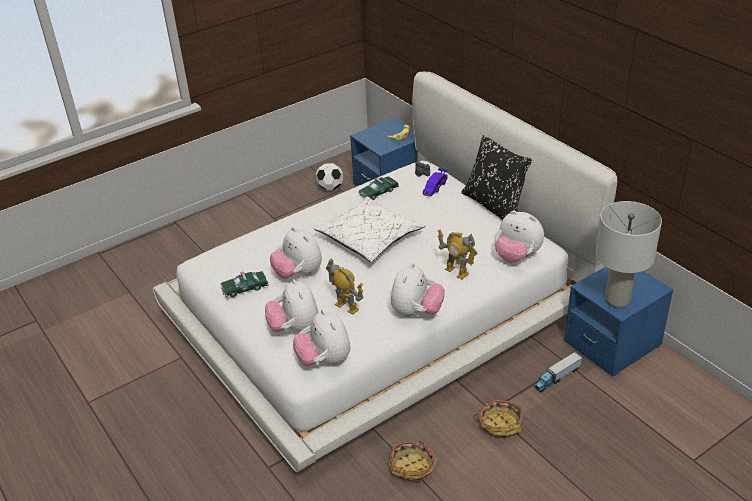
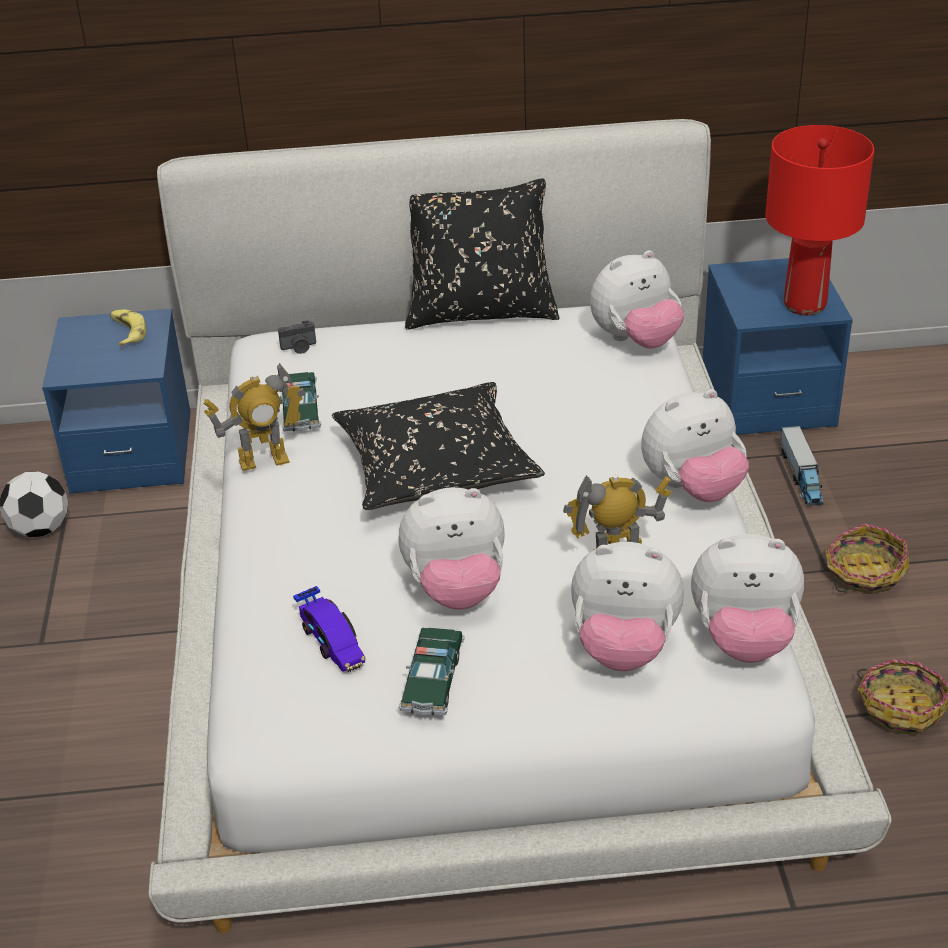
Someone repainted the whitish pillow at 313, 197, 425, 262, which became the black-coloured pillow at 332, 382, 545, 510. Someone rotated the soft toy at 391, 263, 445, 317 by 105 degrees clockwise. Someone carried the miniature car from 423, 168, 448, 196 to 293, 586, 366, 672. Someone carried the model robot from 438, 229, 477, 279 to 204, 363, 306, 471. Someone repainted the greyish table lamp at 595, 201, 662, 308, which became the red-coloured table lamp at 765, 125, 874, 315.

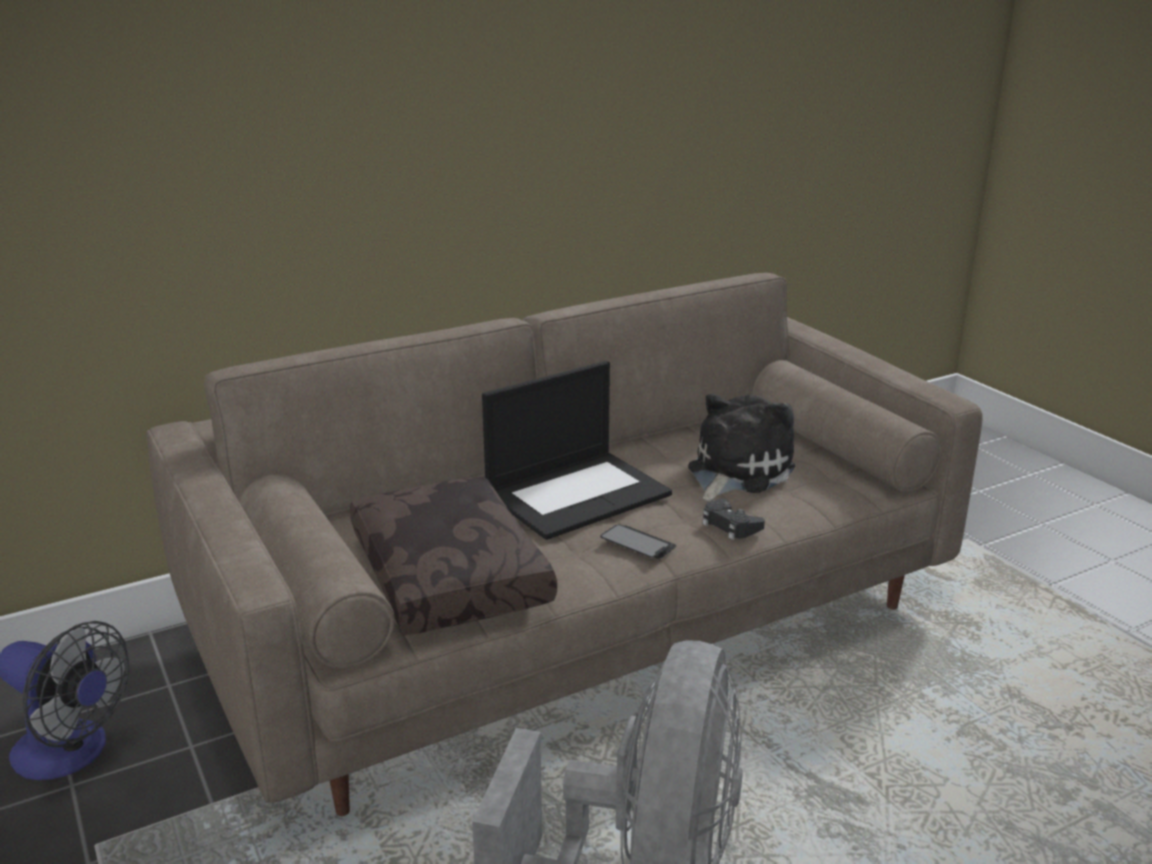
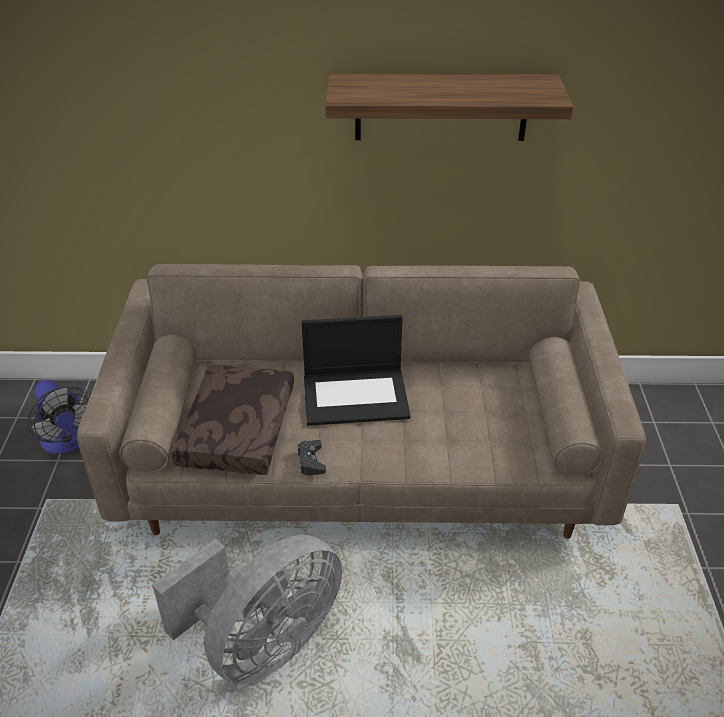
Someone took away the handset at 600, 524, 676, 559. Someone took away the soft toy at 688, 394, 795, 501. Someone carried the black-coloured game controller from 702, 499, 765, 540 to 297, 440, 326, 475. Someone put up the wall shelf at 325, 74, 573, 141.

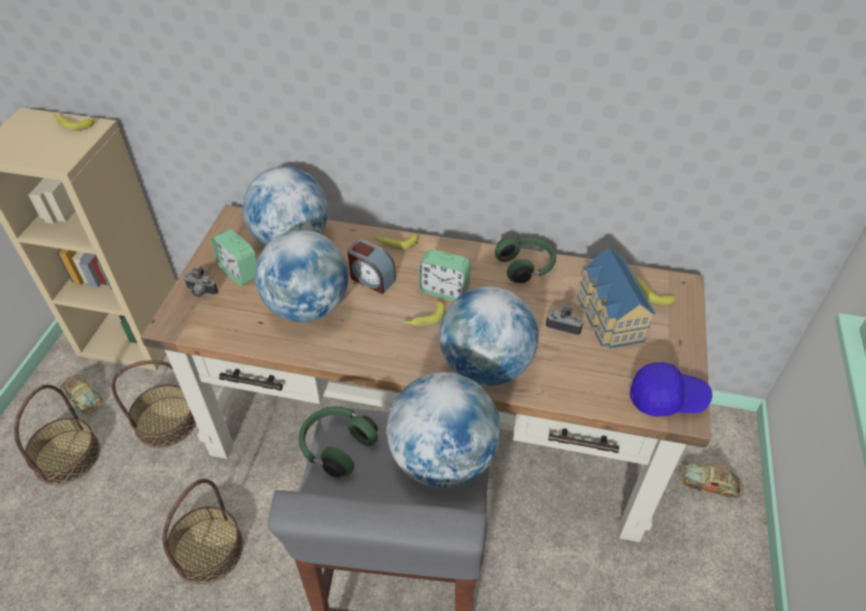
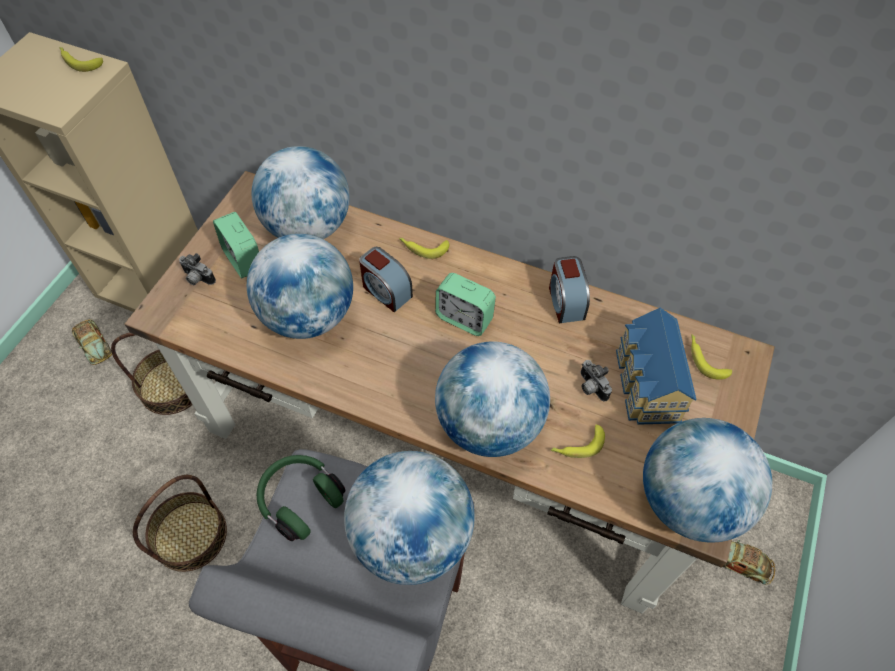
Someone took away the household basket at 14, 385, 100, 485. Someone carried the whole banana from 402, 301, 445, 326 to 551, 424, 605, 458. Someone swapped the green-coloured headset at 495, 237, 556, 283 for the alarm clock at 549, 256, 590, 323. Someone rotated the photo camera at 546, 303, 583, 335 by 150 degrees counterclockwise. Someone swapped the blue baseball cap at 630, 362, 712, 417 for the world globe at 643, 418, 772, 542.

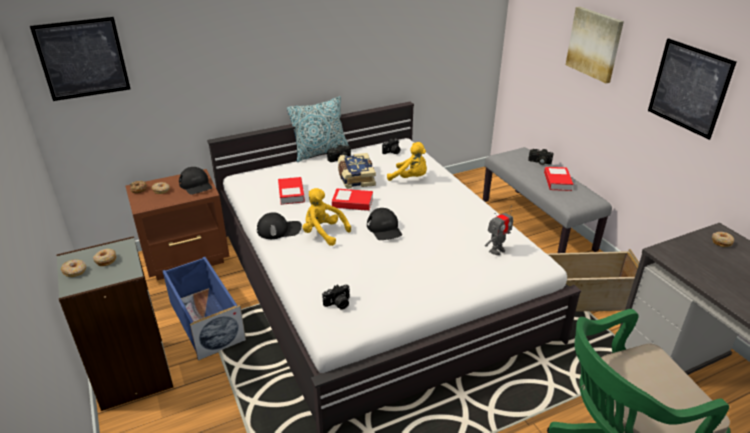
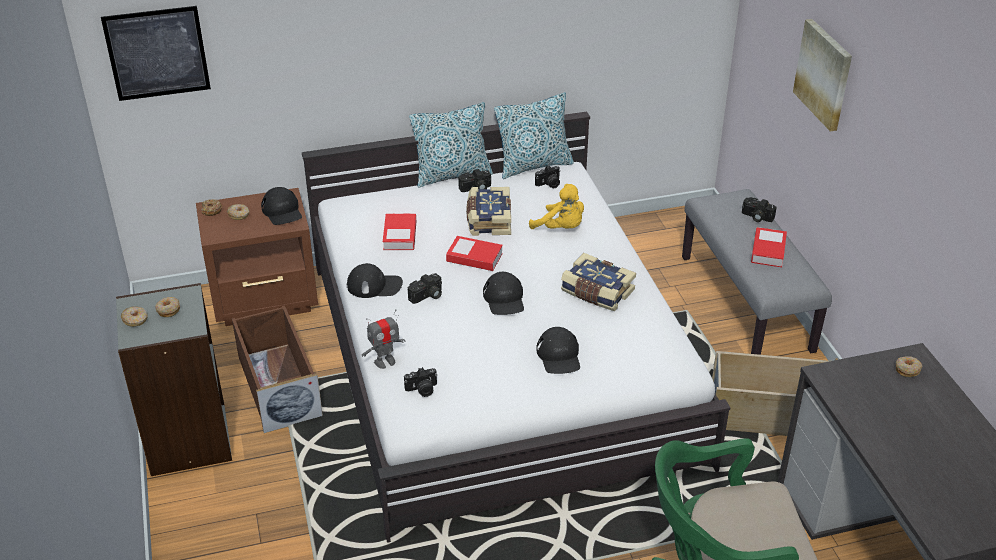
Someone repainted the blue storage bin at 163, 257, 246, 361, which became the brownish storage bin at 232, 306, 323, 433. Someone swapped the yellow soft toy at 302, 188, 351, 246 for the photo camera at 408, 273, 442, 304. Someone carried the model robot from 485, 205, 513, 255 to 362, 309, 405, 369. Someone took away the wall art at 648, 38, 736, 140. Someone put down the pillow at 494, 92, 574, 179. Someone put down the black-coloured baseball cap at 537, 327, 580, 374. Someone put down the bound book at 561, 253, 636, 311.

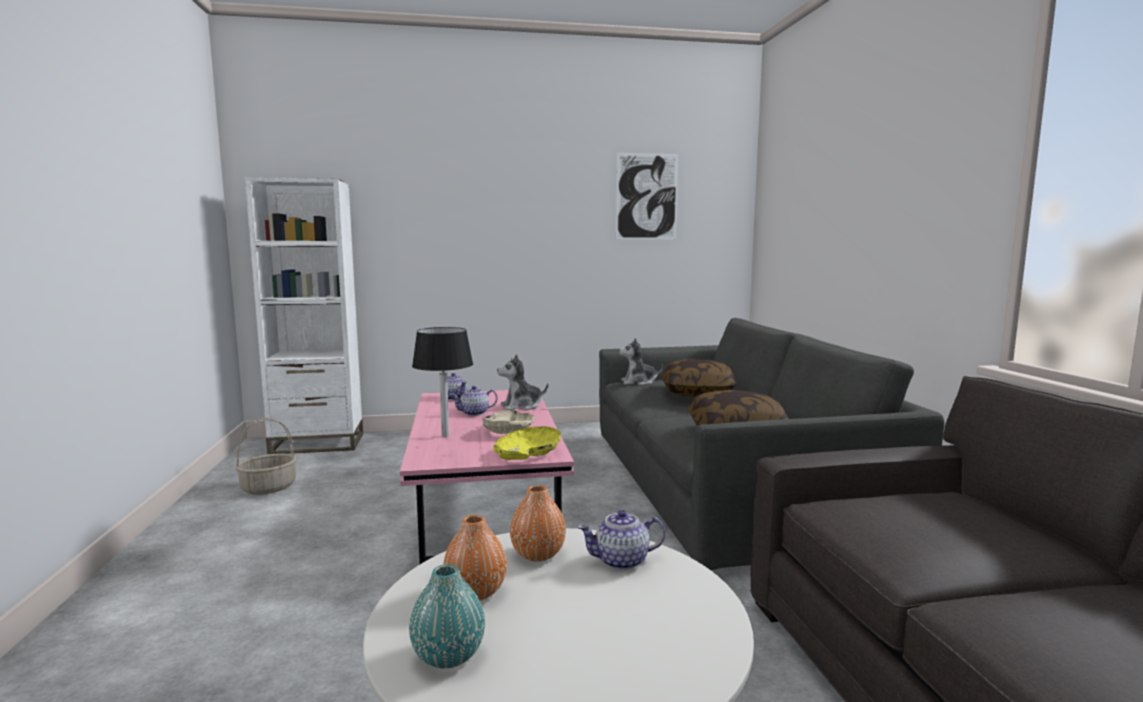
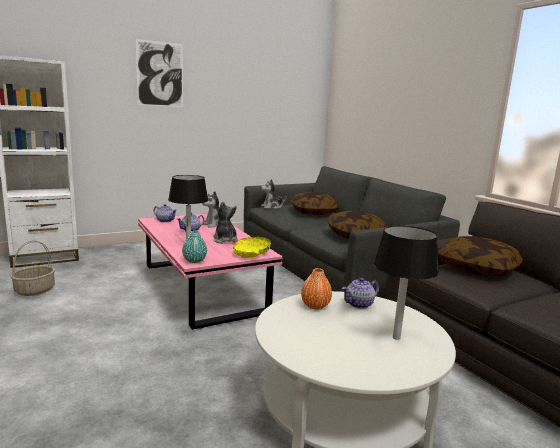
Someone carried the blue-green decorative vase from 409, 564, 485, 669 to 182, 231, 207, 263. Someone took away the orangey decorative vase at 443, 515, 507, 601. Someone swapped the beige-coloured serving bowl at 482, 410, 534, 434 for the soft toy at 213, 201, 238, 244. Someone carried the wall art from 616, 153, 678, 239 to 136, 39, 183, 107. Someone put down the black-coloured table lamp at 374, 226, 439, 340. Someone put down the pillow at 438, 236, 523, 277.

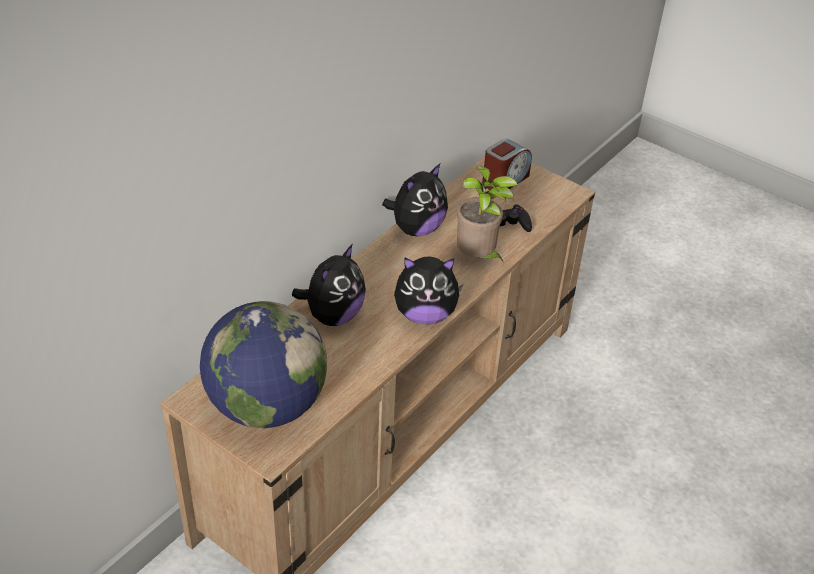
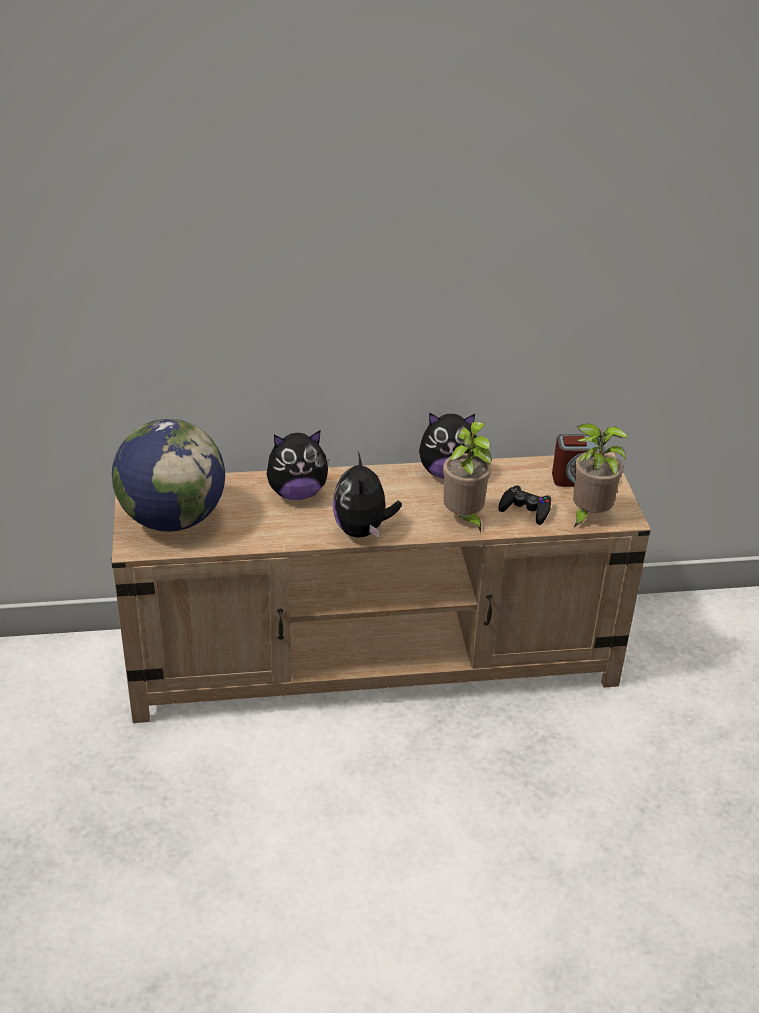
Someone rotated the soft toy at 394, 256, 463, 325 by 45 degrees clockwise. Someone put down the potted plant at 573, 424, 628, 528.

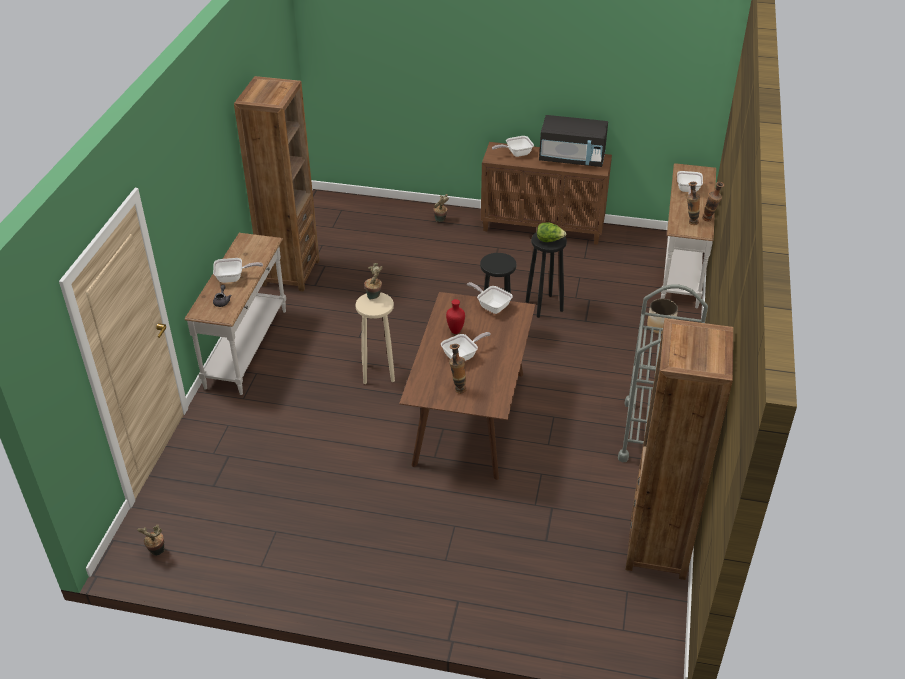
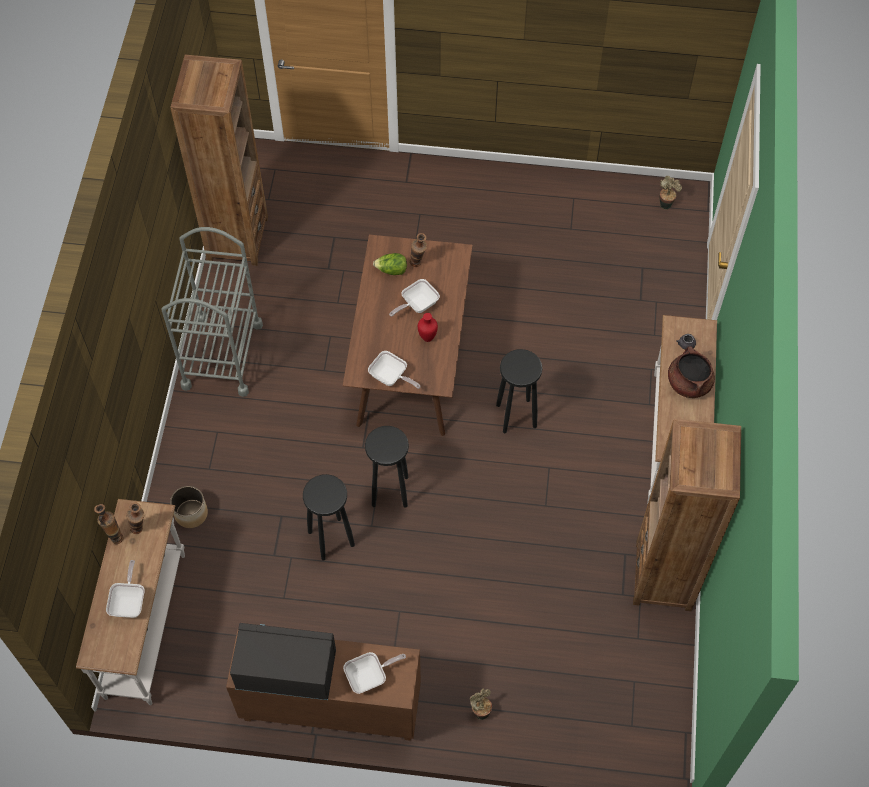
Someone swapped the pan at 213, 258, 263, 283 for the brownish saucepot at 668, 346, 715, 398. Someone repainted the beige-coloured stool at 355, 292, 395, 384, which became the black-coloured stool at 496, 349, 542, 433. Someone took away the potted plant at 364, 263, 383, 300. Someone carried the lettuce from 537, 222, 566, 242 to 373, 253, 407, 275.

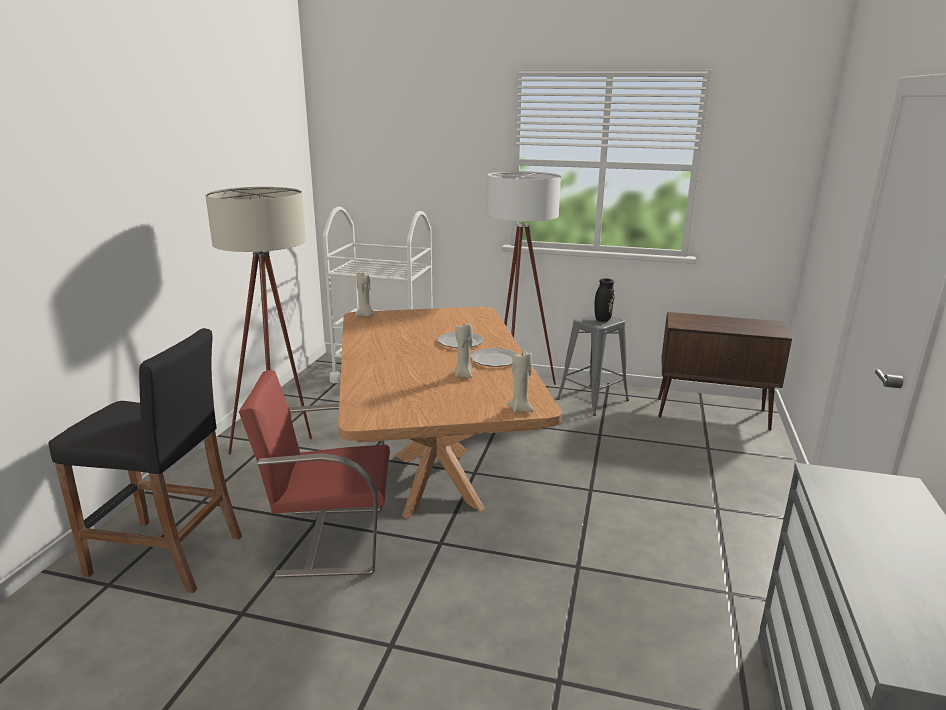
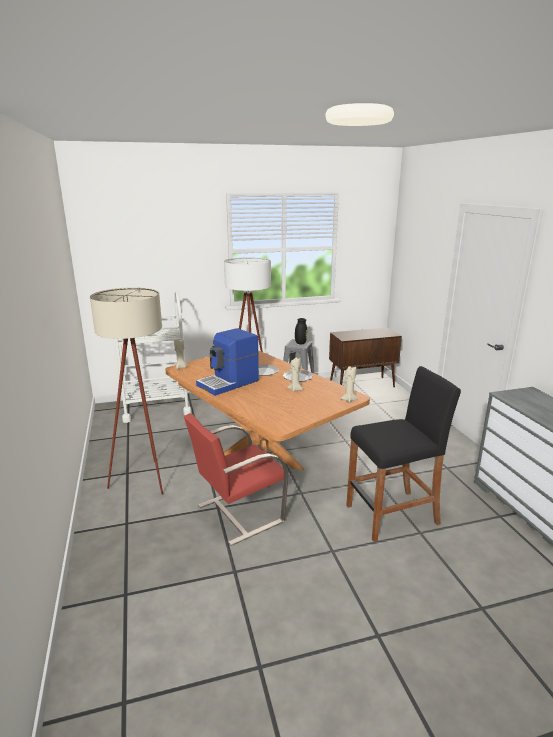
Someone carried the black-coloured stool from 48, 328, 242, 593 to 346, 366, 461, 542. Someone put down the coffee machine at 196, 328, 259, 396.

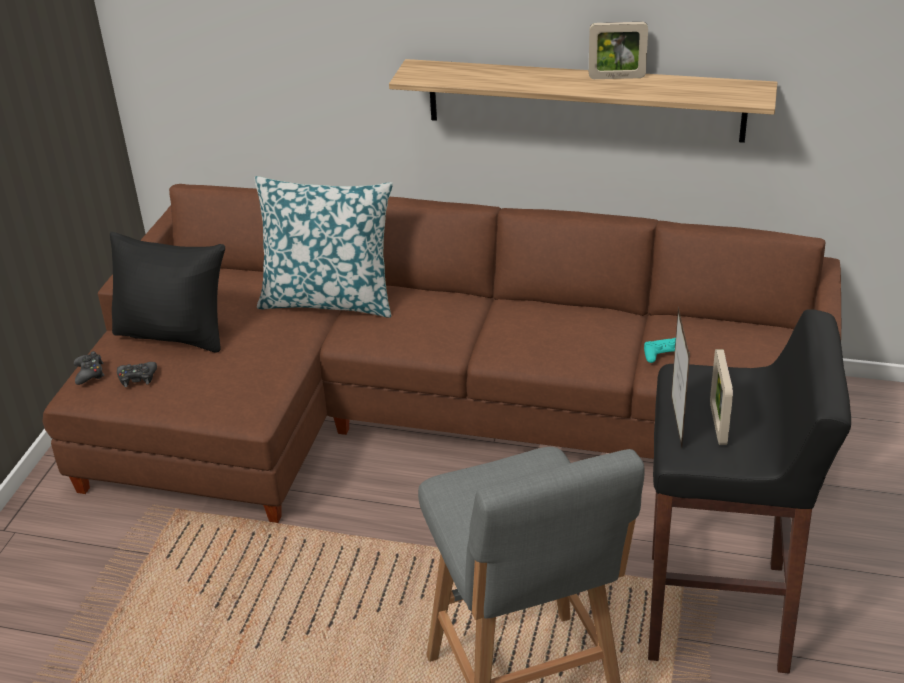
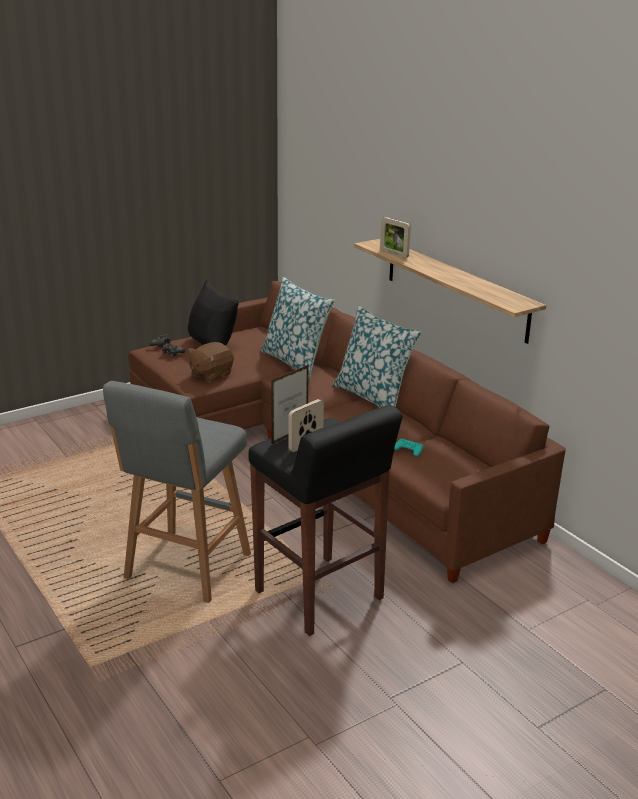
Someone carried the picture frame from 589, 22, 648, 79 to 380, 217, 411, 258. Someone put down the brownish soft toy at 188, 342, 234, 382. Someone put down the pillow at 333, 305, 422, 408.

